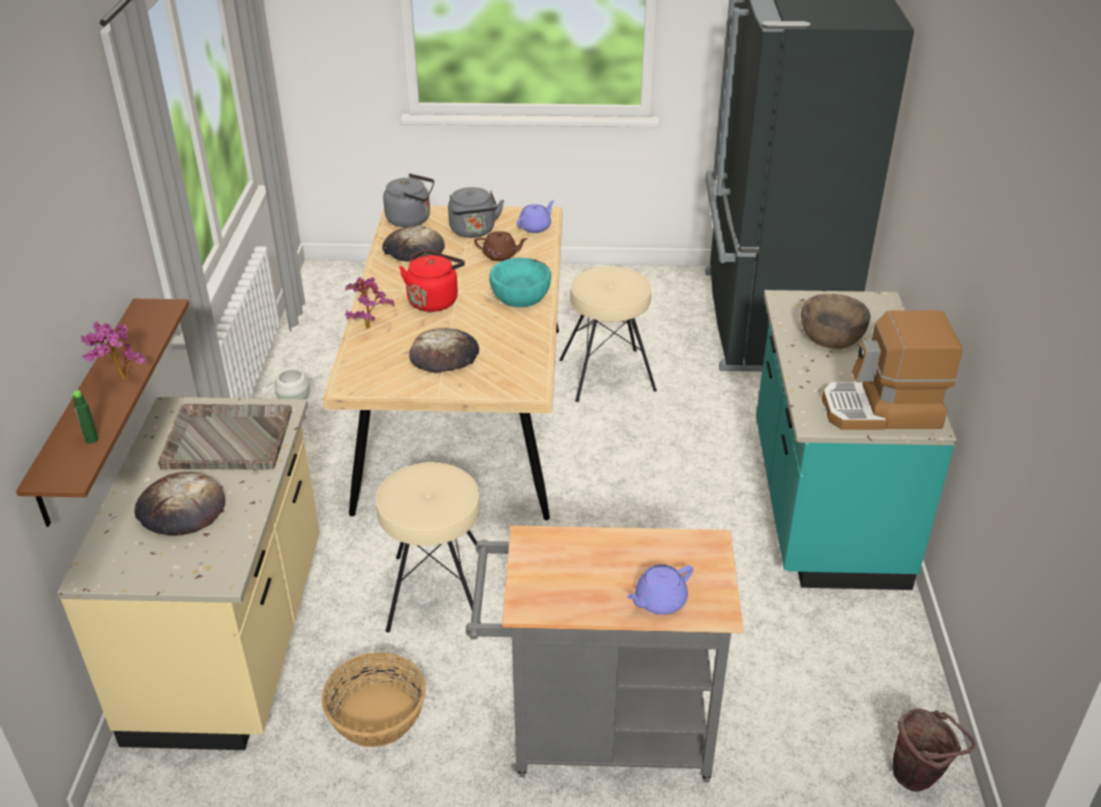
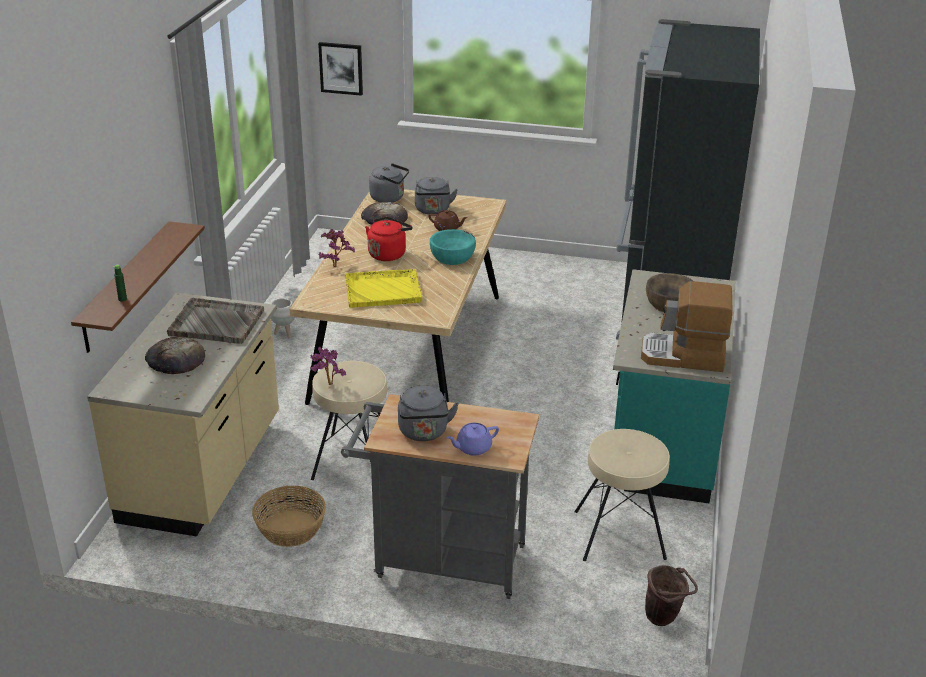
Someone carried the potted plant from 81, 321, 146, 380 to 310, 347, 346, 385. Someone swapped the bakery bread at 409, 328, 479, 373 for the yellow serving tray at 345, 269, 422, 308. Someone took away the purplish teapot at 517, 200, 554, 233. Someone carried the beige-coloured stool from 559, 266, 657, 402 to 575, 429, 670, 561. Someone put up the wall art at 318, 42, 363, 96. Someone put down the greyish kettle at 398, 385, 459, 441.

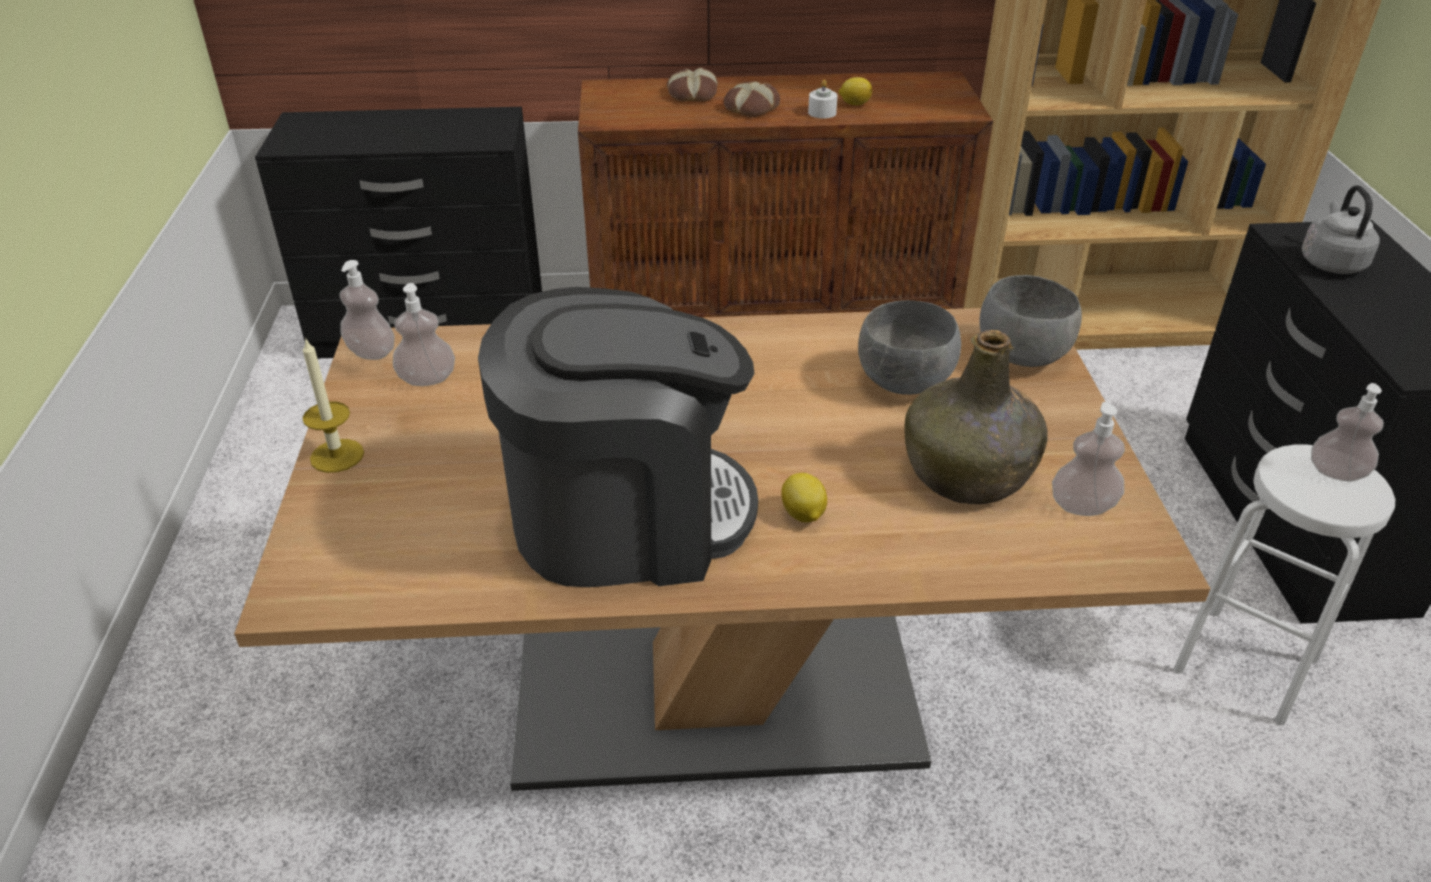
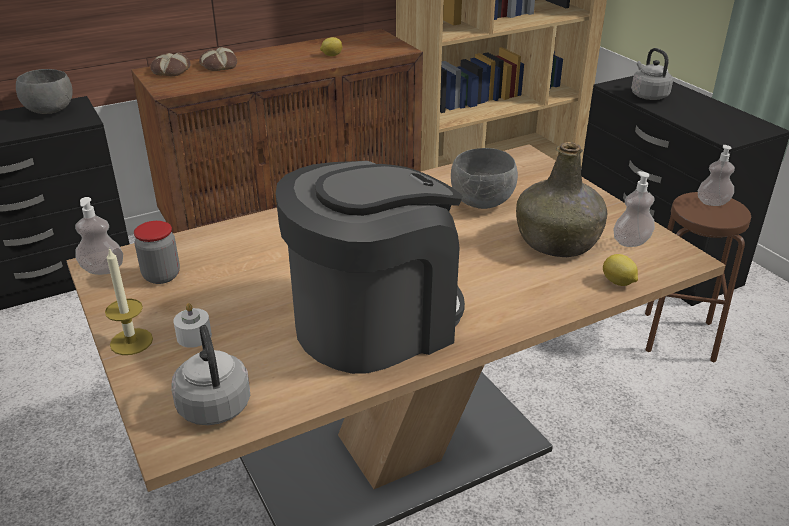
Someone swapped the liquid soap bottle at 393, 283, 455, 386 for the preserve jar at 134, 221, 180, 284. Someone carried the bakery bread from 724, 81, 780, 117 to 151, 53, 191, 76. Someone carried the lemon from 781, 473, 827, 522 to 603, 254, 638, 286. Someone carried the whitish wax candle from 808, 80, 838, 119 to 173, 303, 212, 348. Someone carried the greyish serving bowl from 979, 275, 1082, 367 to 16, 69, 73, 114. Someone repainted the whitish stool at 1174, 445, 1395, 725, which became the brownish stool at 645, 192, 751, 362. Someone put down the greyish kettle at 171, 325, 250, 425.

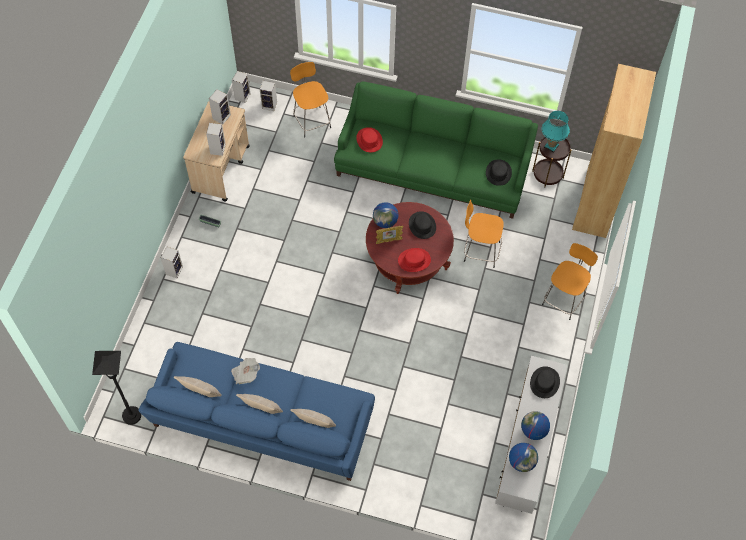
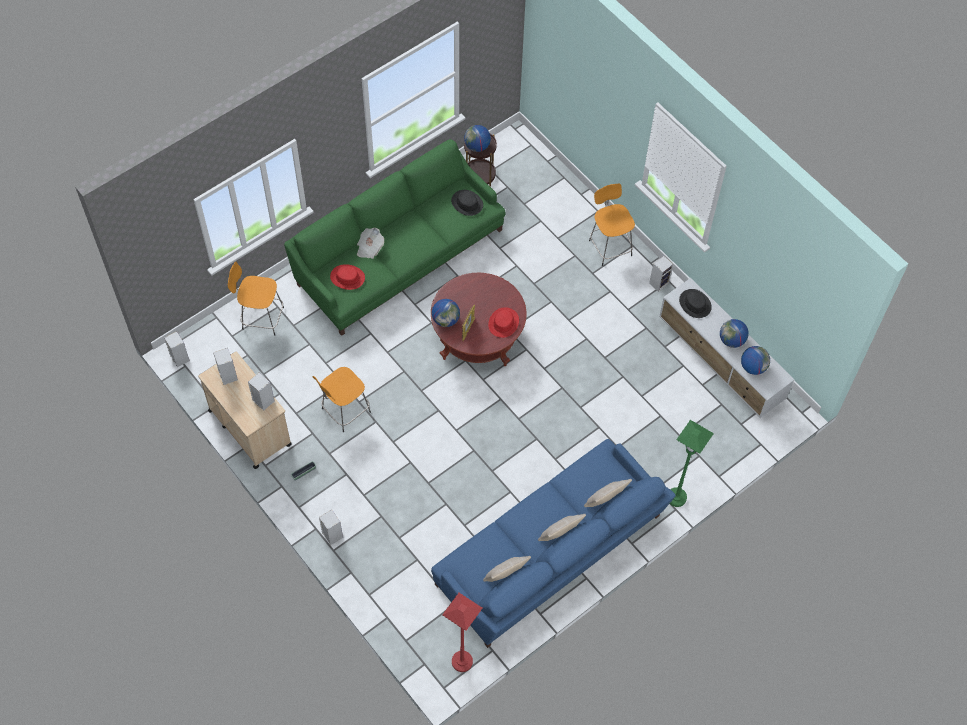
Someone repainted the black-coloured standard lamp at 92, 351, 141, 425, which became the red-coloured standard lamp at 442, 593, 483, 672. Someone carried the newspaper from 231, 358, 260, 384 to 357, 228, 384, 259. Someone carried the speaker from 260, 81, 277, 111 to 649, 256, 673, 292. Someone took away the black-coloured clothing hat at 409, 211, 436, 239. Someone carried the orangey stool from 464, 200, 504, 268 to 312, 367, 371, 432. Someone swapped the blue-green table lamp at 542, 111, 570, 153 for the world globe at 464, 125, 491, 152. Someone took away the brownish bookshelf at 572, 64, 656, 238. Someone put down the green-coloured standard lamp at 670, 420, 714, 507.

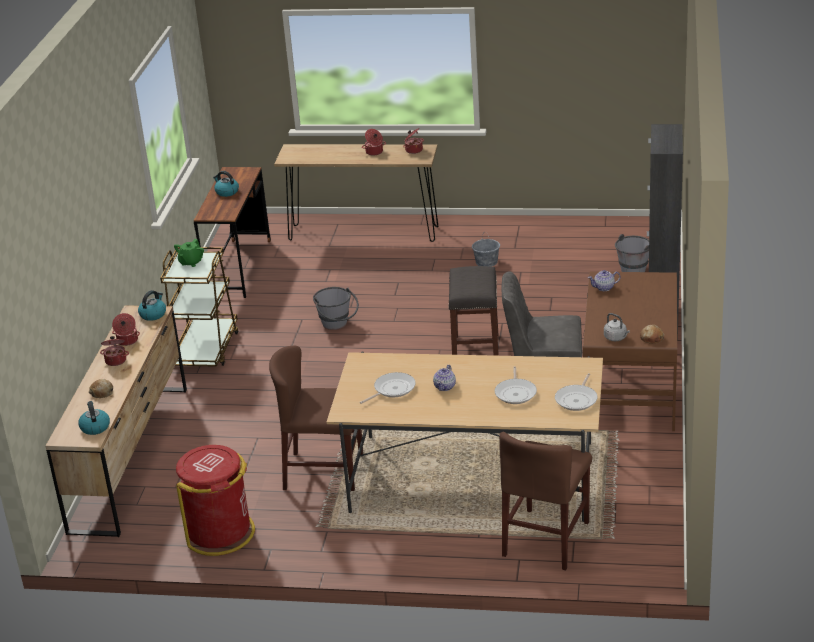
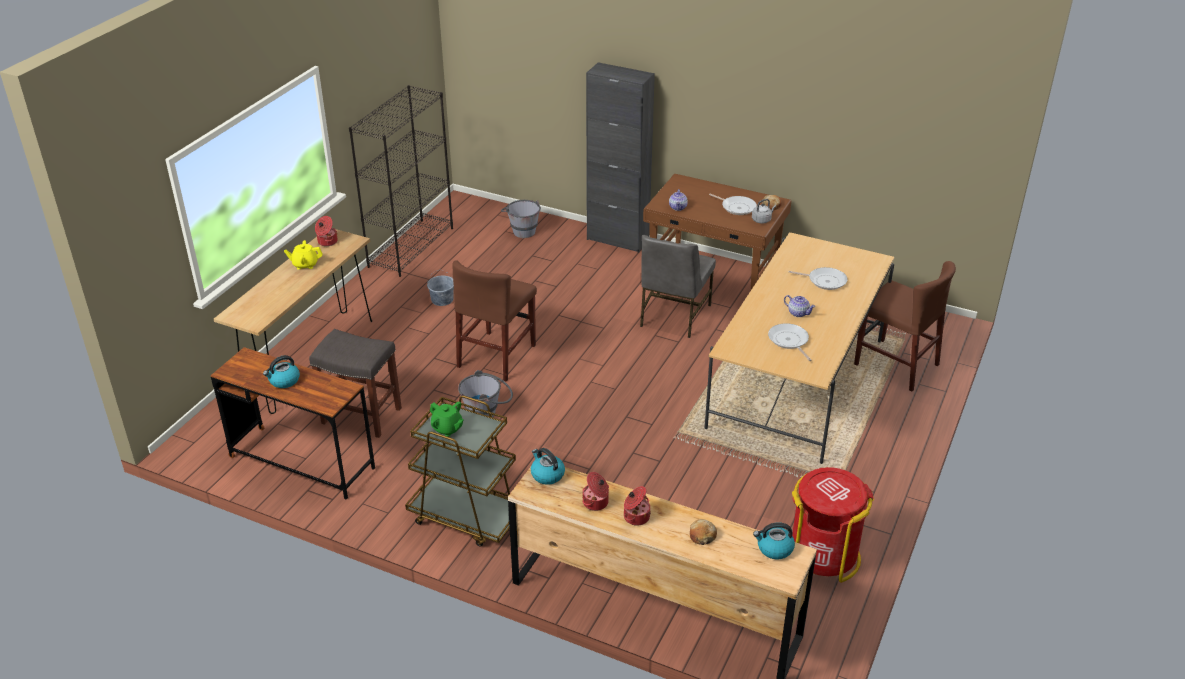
Someone carried the brownish upright chair from 269, 345, 363, 491 to 452, 260, 537, 382. Someone swapped the saucepot at 362, 129, 386, 155 for the yellow teapot at 284, 240, 323, 270. Someone carried the greyish stool from 448, 266, 499, 356 to 309, 329, 402, 438. Someone carried the pan from 555, 373, 597, 411 to 709, 194, 757, 215. Someone put down the black-coloured bookshelf at 349, 85, 453, 277.

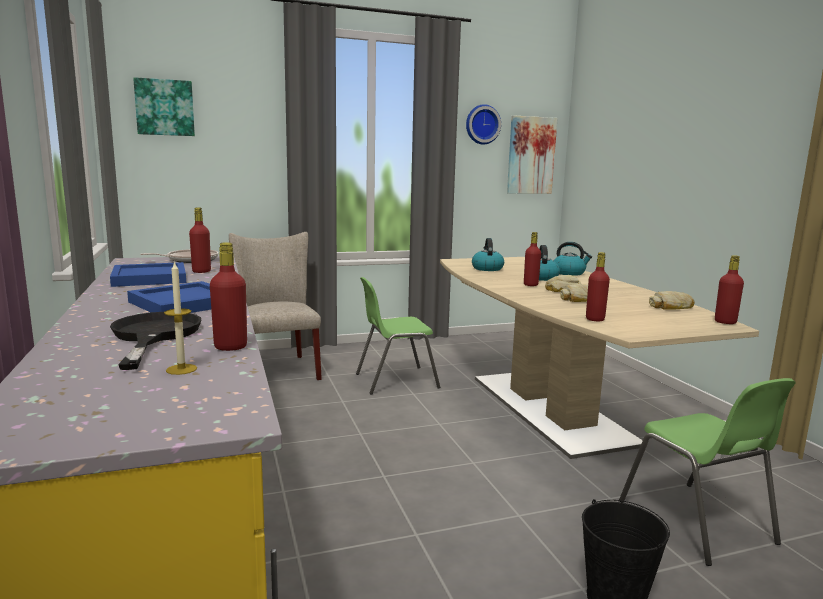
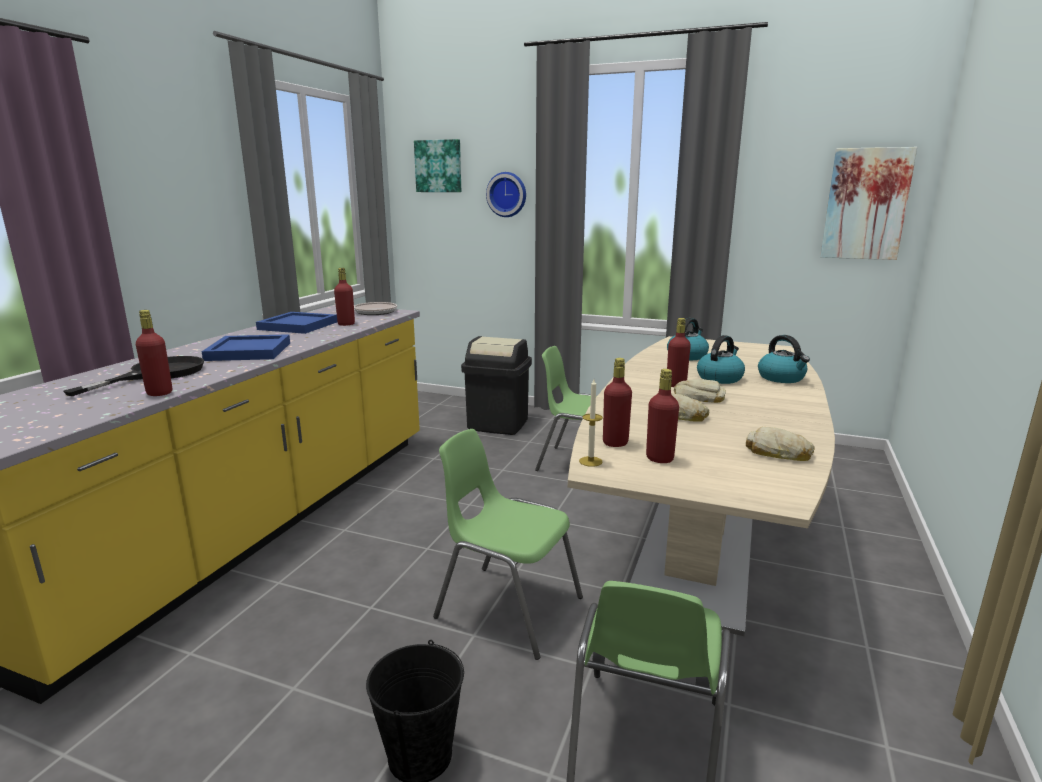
Someone carried the wax candle from 164, 261, 197, 375 to 579, 379, 603, 467. Someone swapped the beige-coloured upright chair at 229, 232, 322, 380 for the black-coloured rubbish bin at 461, 336, 532, 435. Someone carried the hanging clock from 466, 104, 501, 144 to 486, 172, 526, 217. Someone carried the red-coloured drink bottle from 715, 255, 744, 324 to 646, 369, 679, 463. Someone put down the green-coloured upright chair at 433, 429, 583, 660.

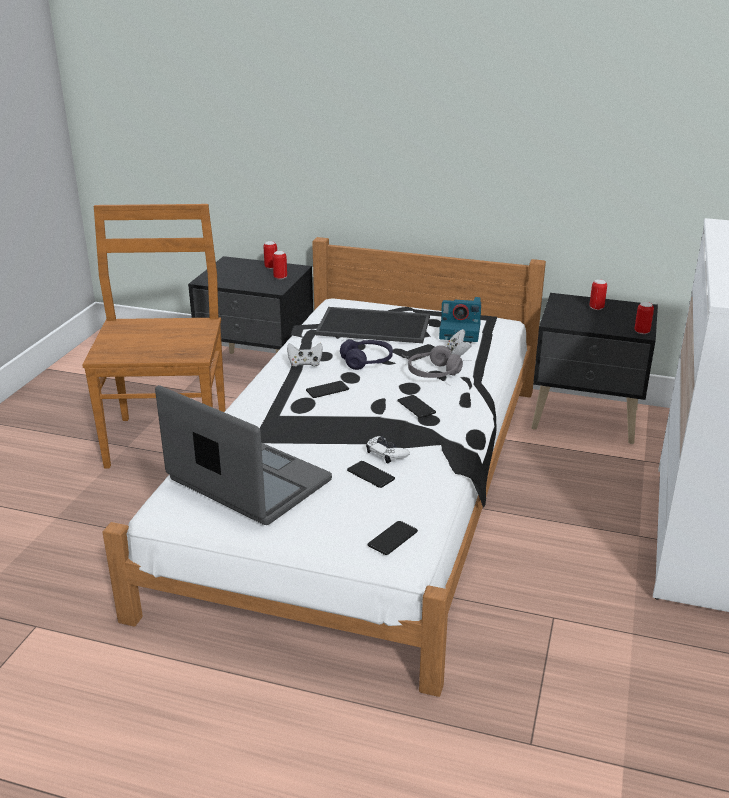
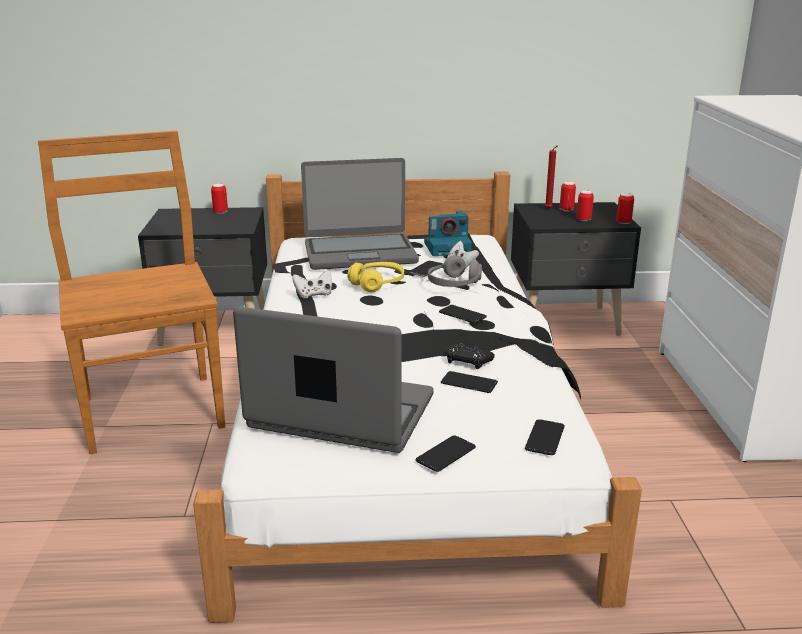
Someone carried the sealed can from 273, 251, 287, 280 to 577, 190, 594, 221. Someone carried the handset from 306, 381, 349, 398 to 416, 435, 476, 472. Someone swapped the serving tray at 315, 307, 430, 343 for the laptop at 301, 158, 419, 270. Someone repainted the purplish headset at 340, 339, 393, 370, which became the yellow headset at 348, 262, 404, 292. Someone repainted the whitish game controller at 366, 436, 410, 464, which became the black-coloured game controller at 447, 343, 495, 369. Someone put down the red-coloured wax candle at 545, 145, 558, 209.

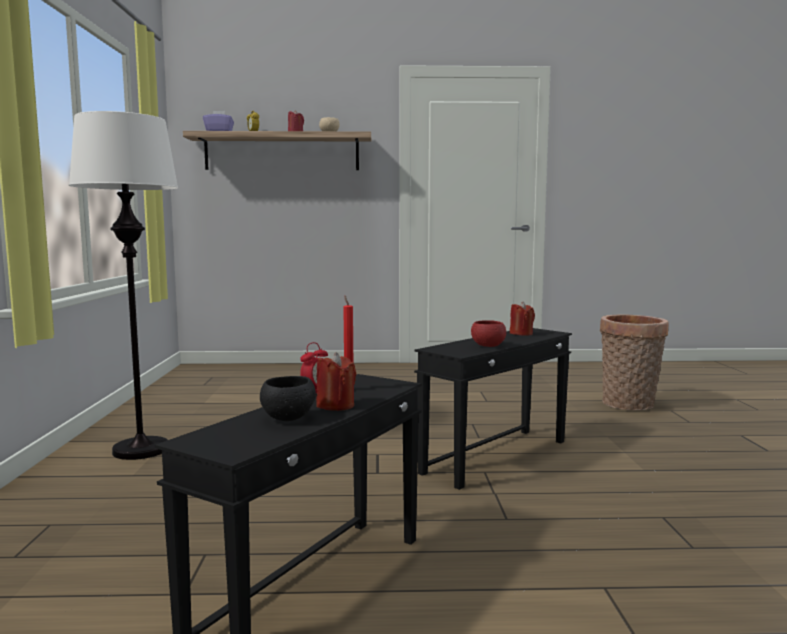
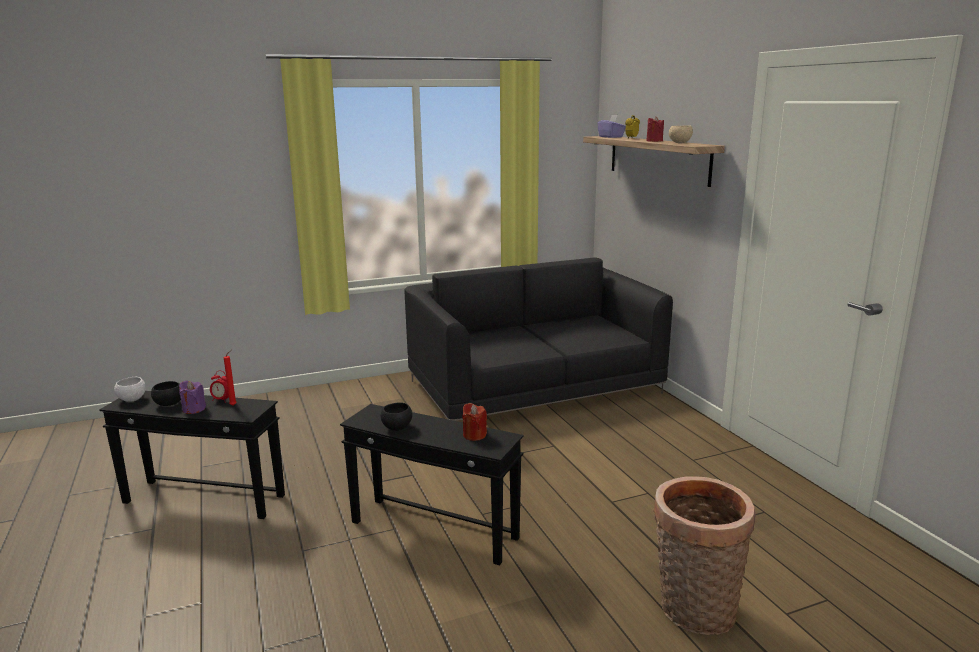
Someone took away the whitish standard lamp at 69, 111, 178, 460. Someone repainted the red-coloured wax candle at 316, 352, 356, 411, which became the purplish wax candle at 179, 381, 206, 414. Someone repainted the red-coloured serving bowl at 471, 320, 506, 347, which became the black-coloured serving bowl at 381, 403, 412, 431. Someone put down the whitish serving bowl at 114, 377, 146, 402. Someone put down the black-coloured couch at 404, 257, 673, 421.

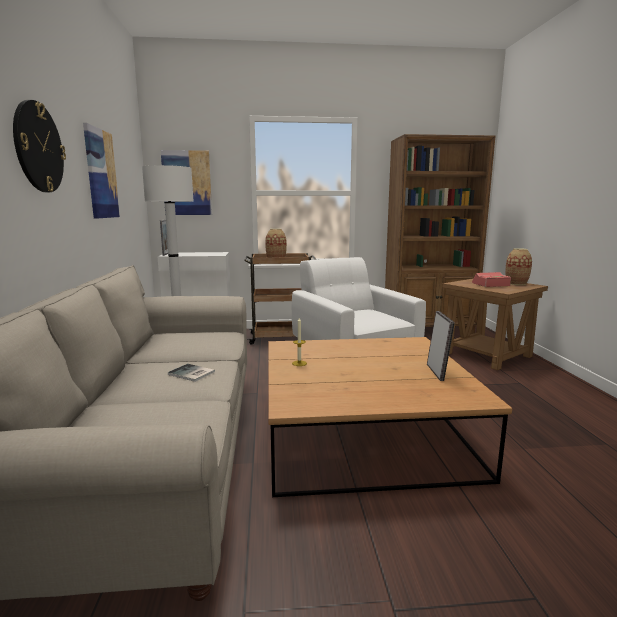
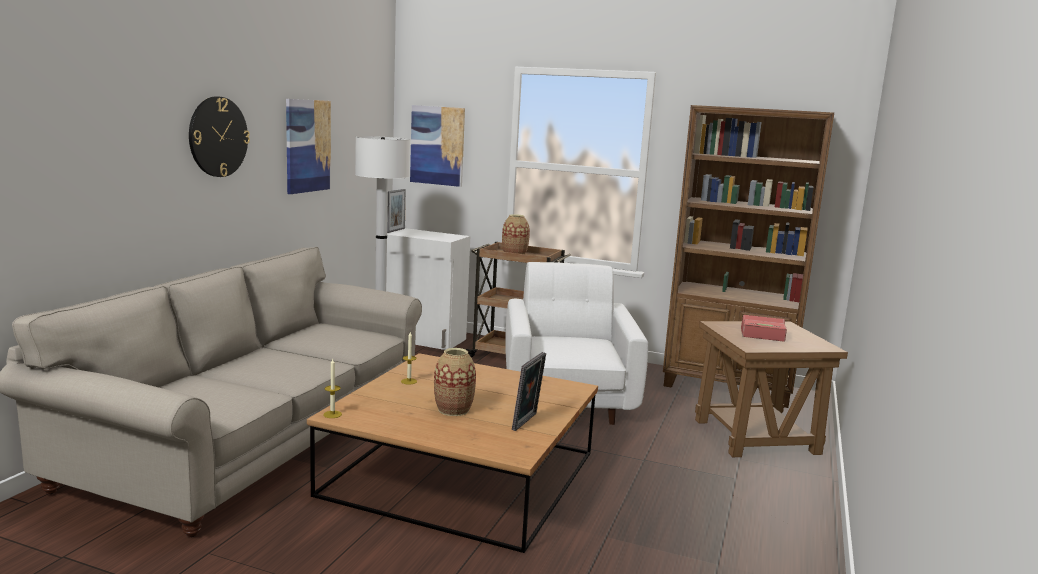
Someone took away the bound book at 168, 364, 215, 382. Someone carried the decorative vase from 505, 248, 532, 285 to 434, 348, 476, 416. Someone put down the wax candle at 323, 359, 342, 418.

